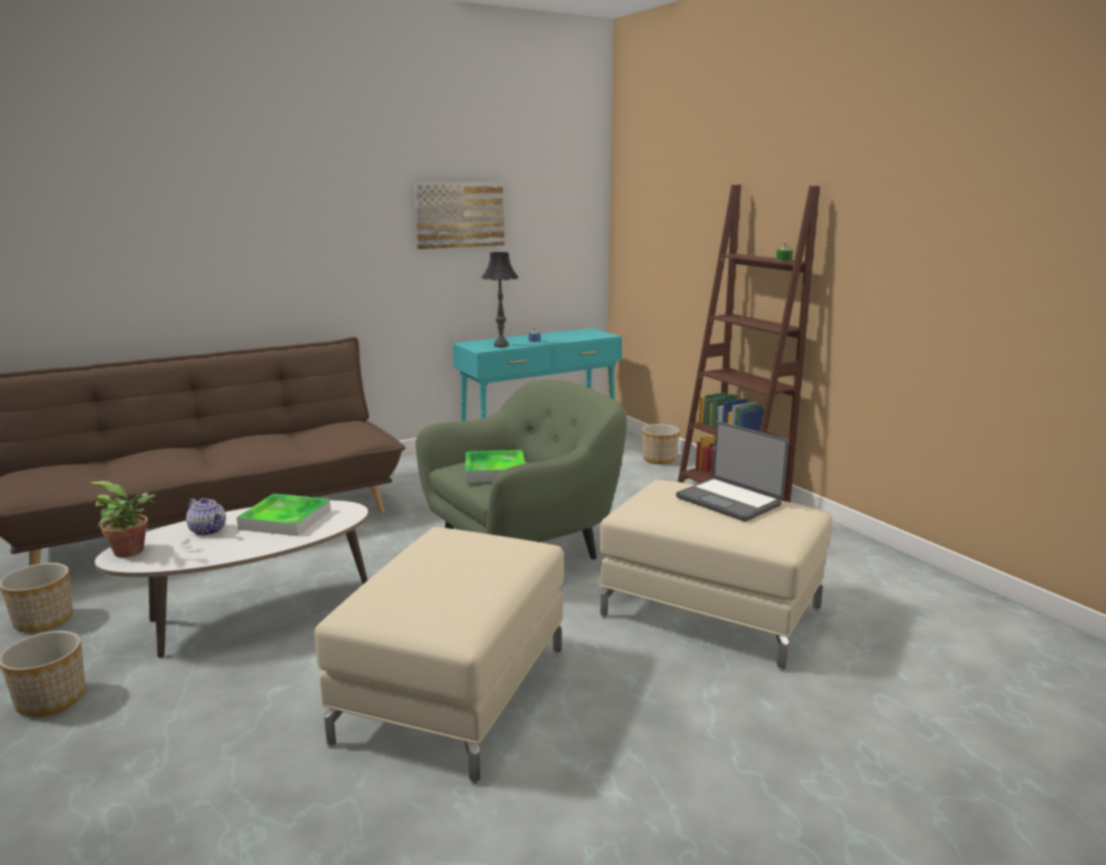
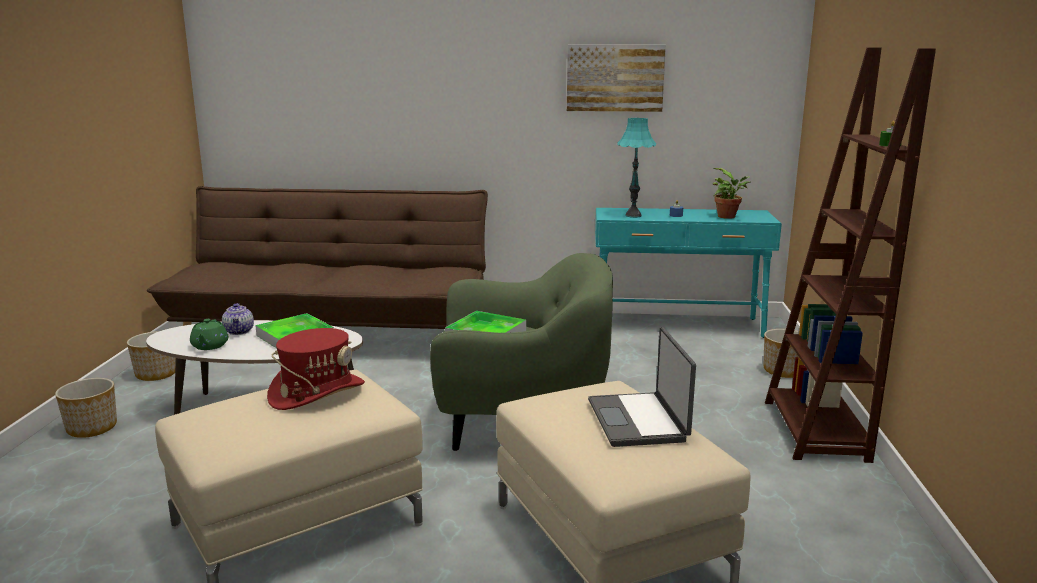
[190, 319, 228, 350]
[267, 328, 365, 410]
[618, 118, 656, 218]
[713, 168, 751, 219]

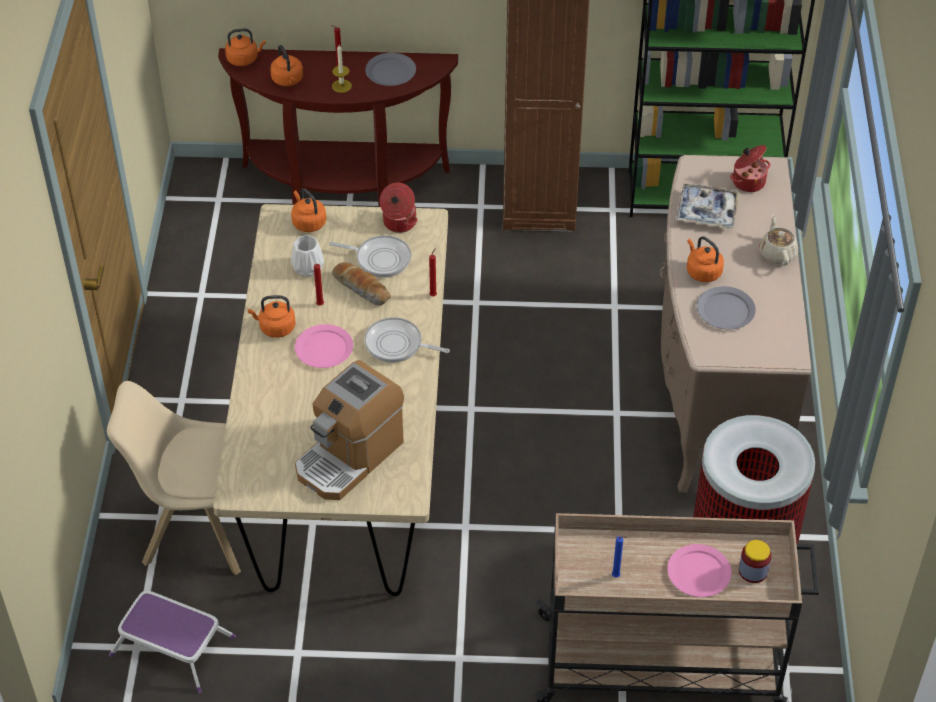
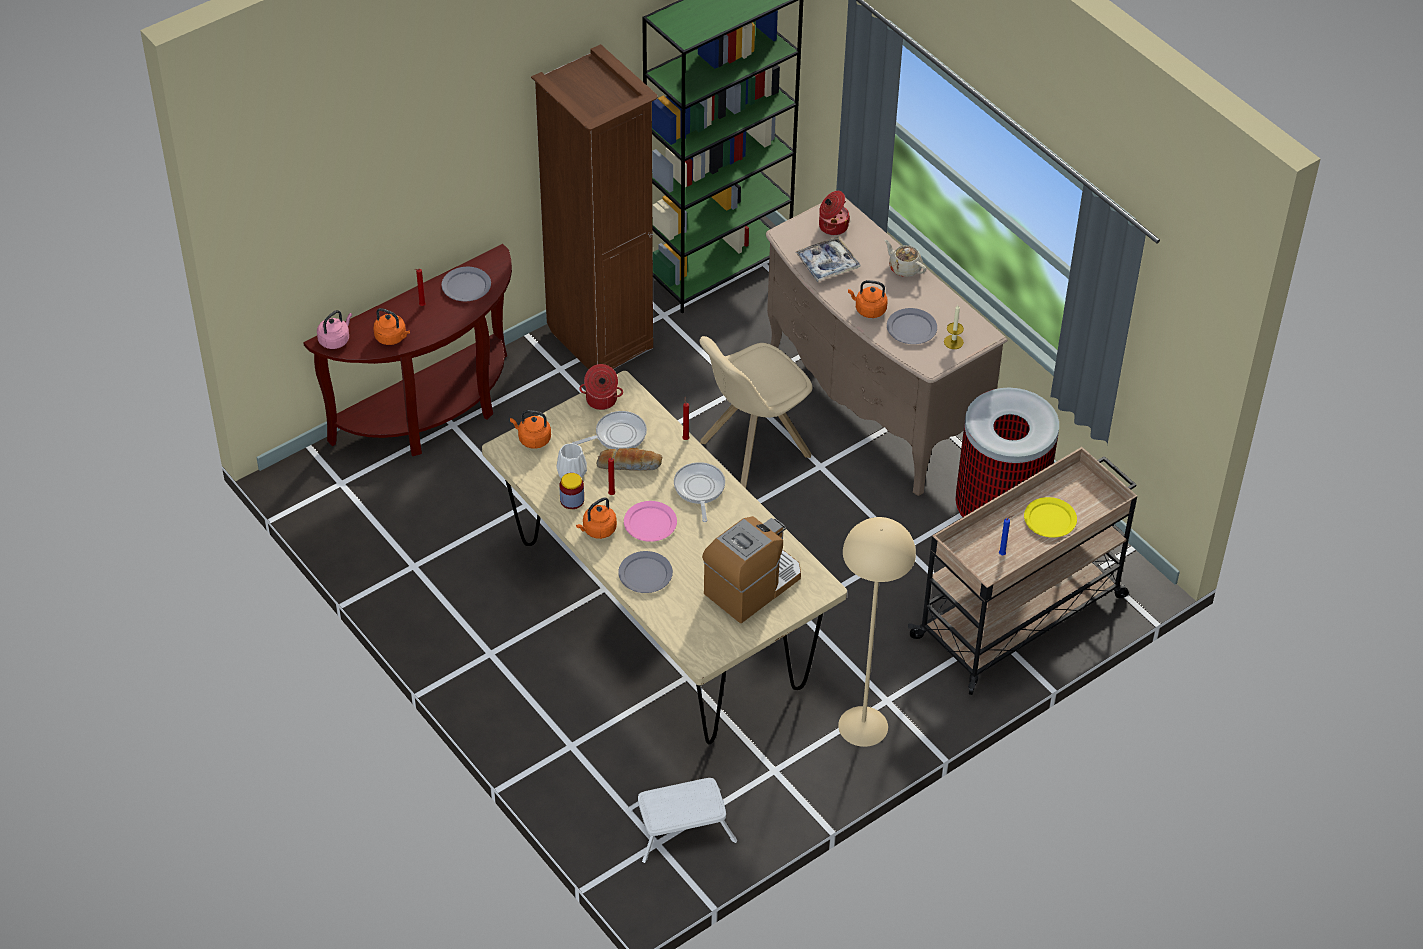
[317, 310, 352, 349]
[559, 473, 584, 509]
[618, 551, 673, 593]
[627, 778, 737, 863]
[674, 462, 725, 522]
[700, 336, 812, 488]
[702, 516, 801, 623]
[838, 517, 916, 747]
[944, 305, 964, 349]
[1024, 497, 1077, 538]

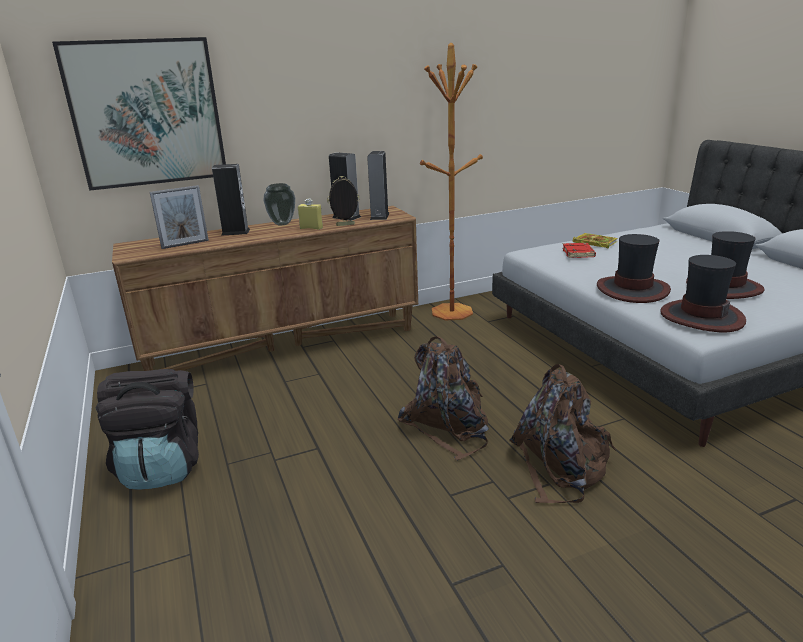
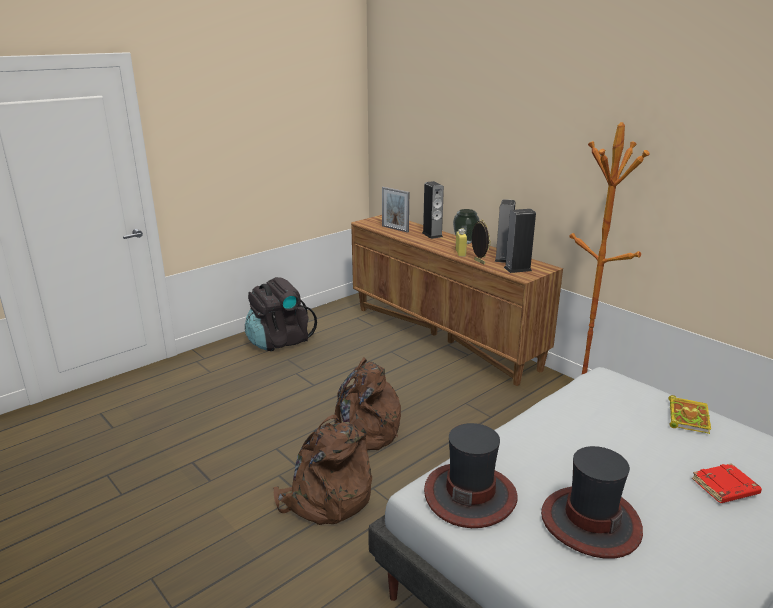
[692, 463, 762, 503]
[52, 37, 226, 191] (first image)
[597, 234, 671, 303] (first image)

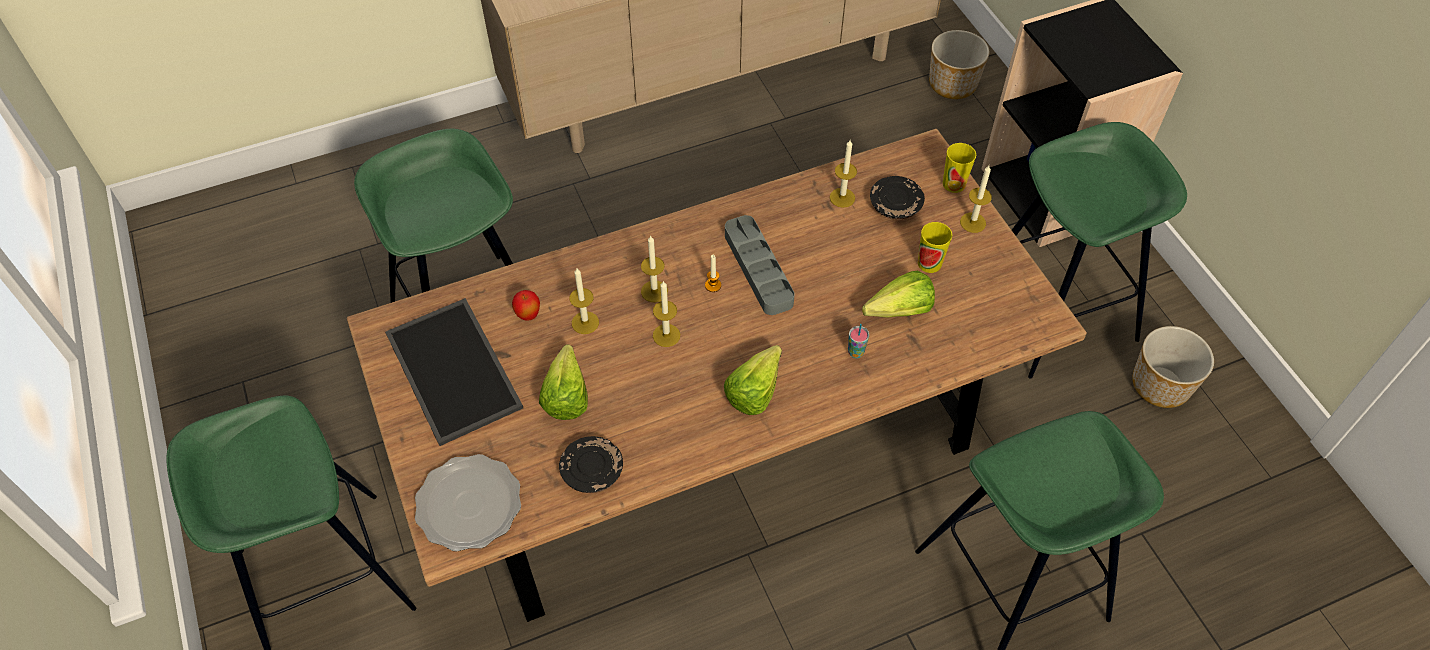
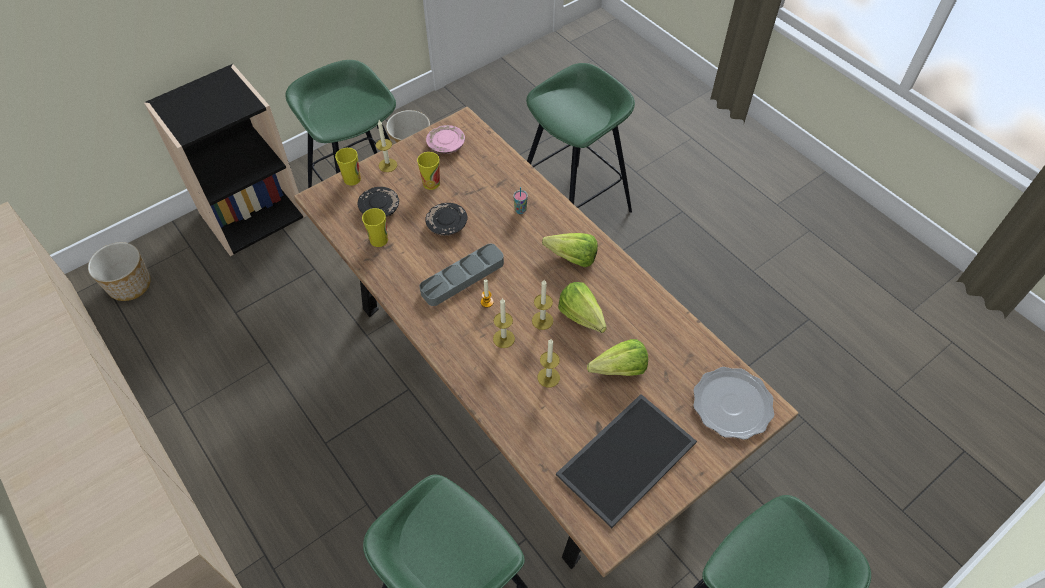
[362, 208, 388, 247]
[425, 203, 467, 236]
[426, 125, 465, 154]
[558, 282, 607, 333]
[512, 290, 540, 321] (first image)

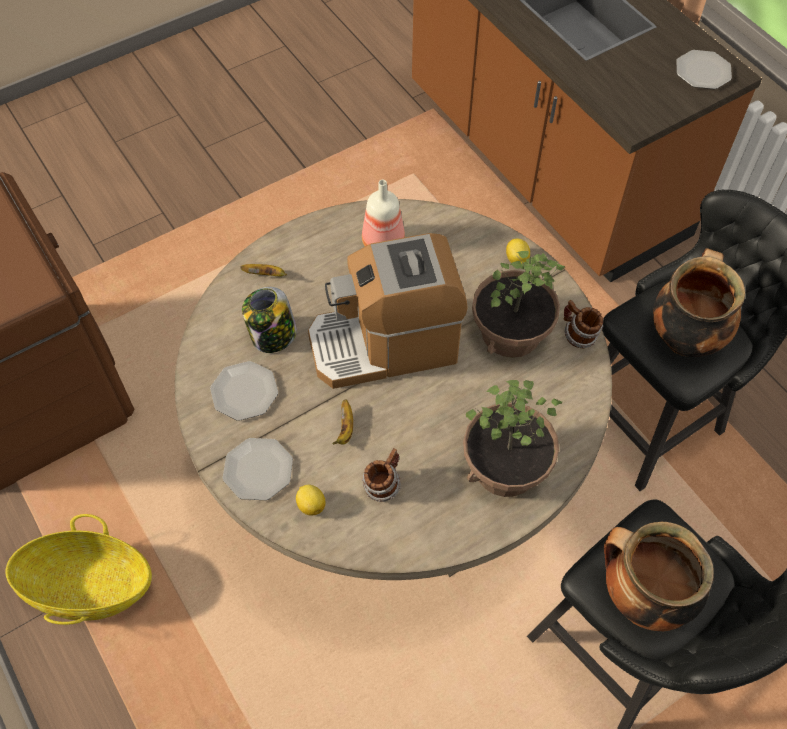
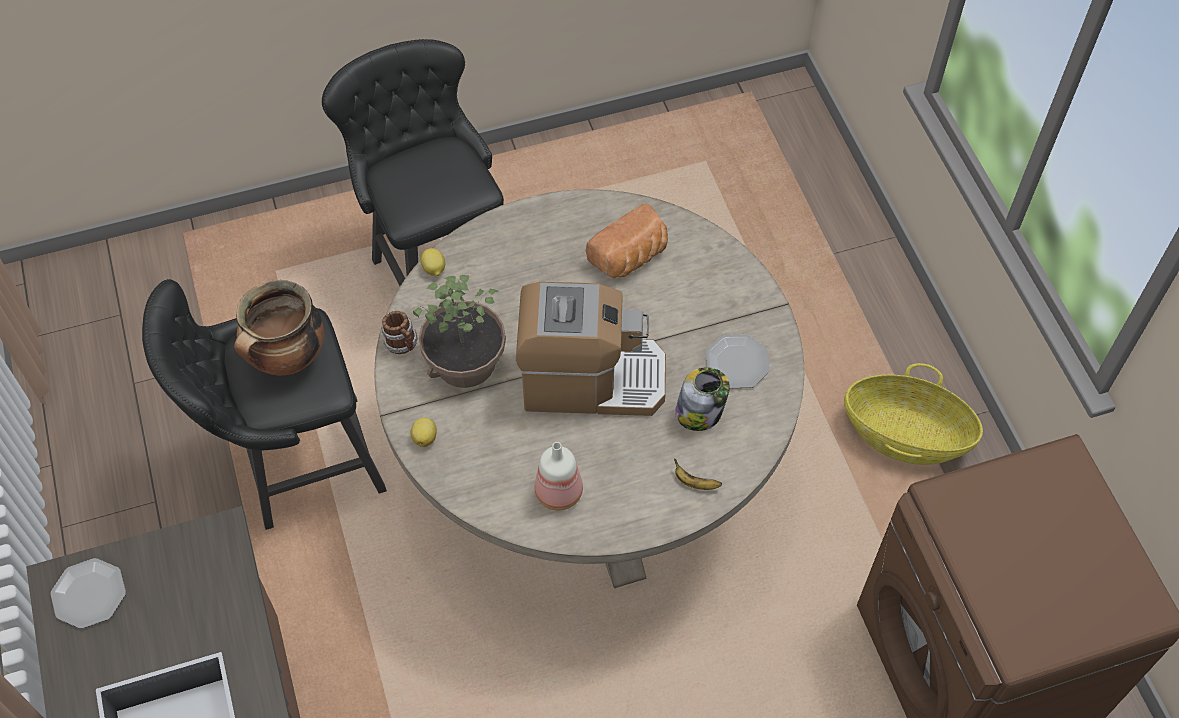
[421, 248, 445, 276]
[586, 204, 668, 278]
[223, 438, 293, 500] (first image)
[333, 399, 353, 444] (first image)
[463, 380, 562, 497] (first image)
[604, 522, 714, 631] (first image)

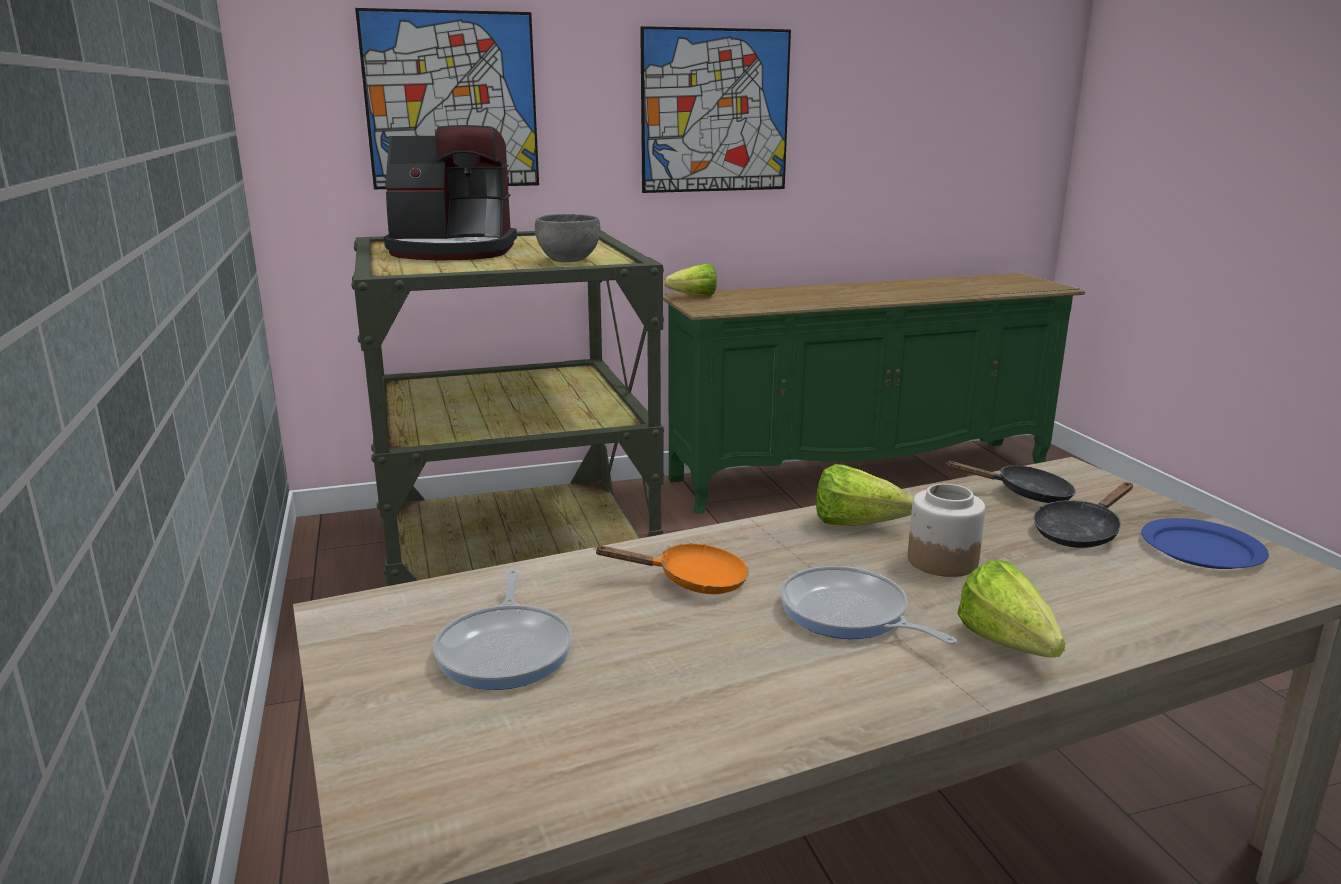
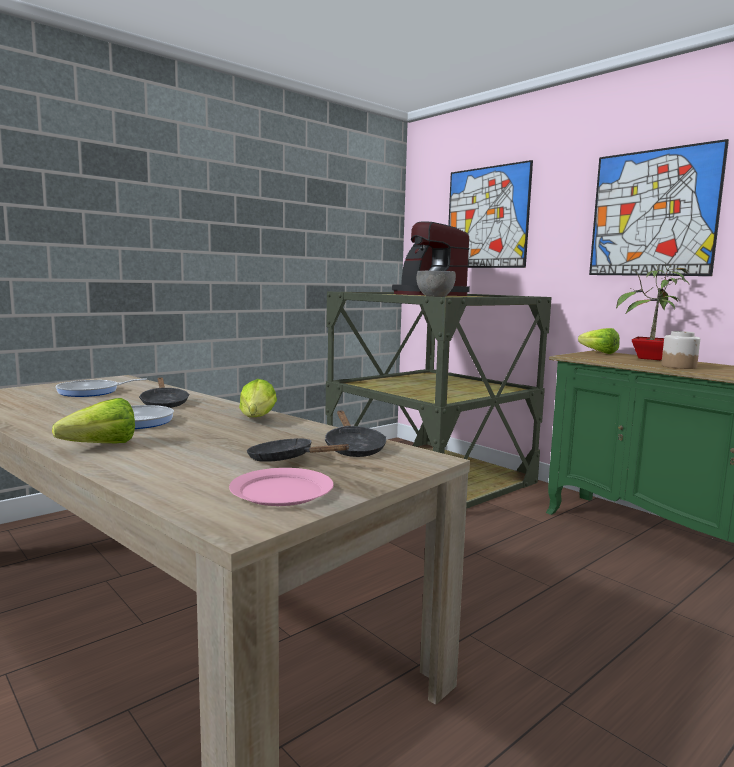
[139, 377, 189, 408]
[229, 468, 334, 506]
[616, 263, 691, 360]
[661, 331, 700, 369]

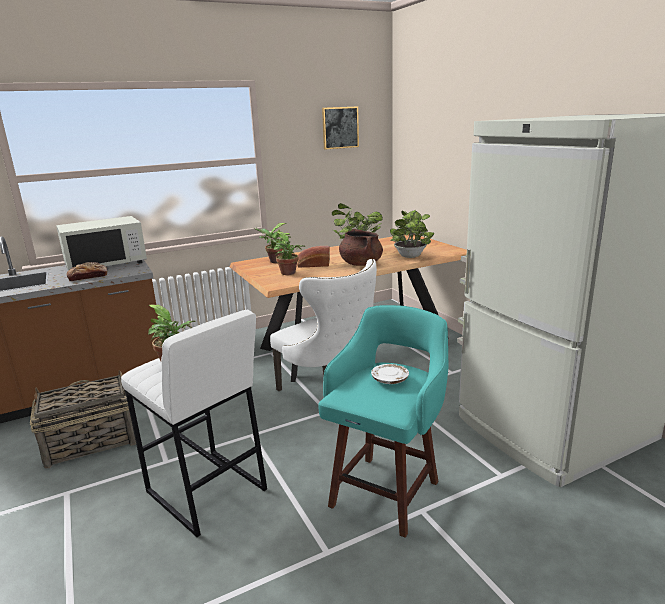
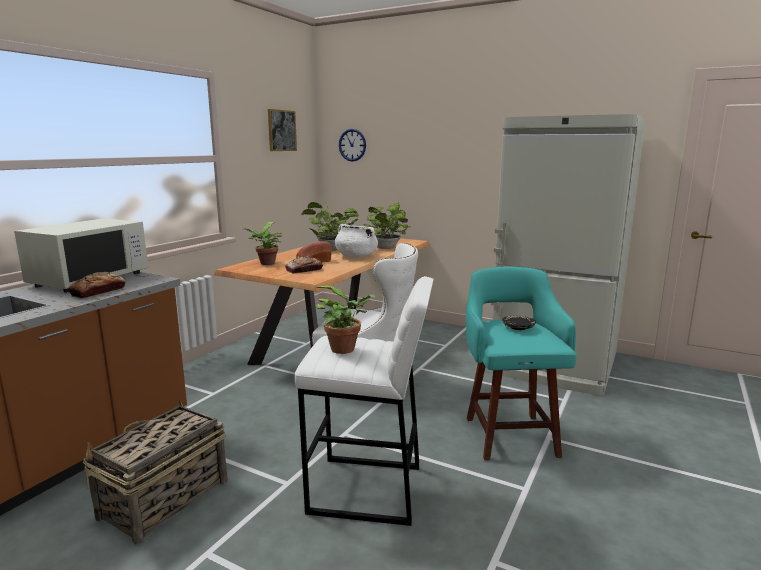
[285, 256, 323, 273]
[335, 224, 378, 258]
[339, 129, 366, 162]
[502, 316, 536, 330]

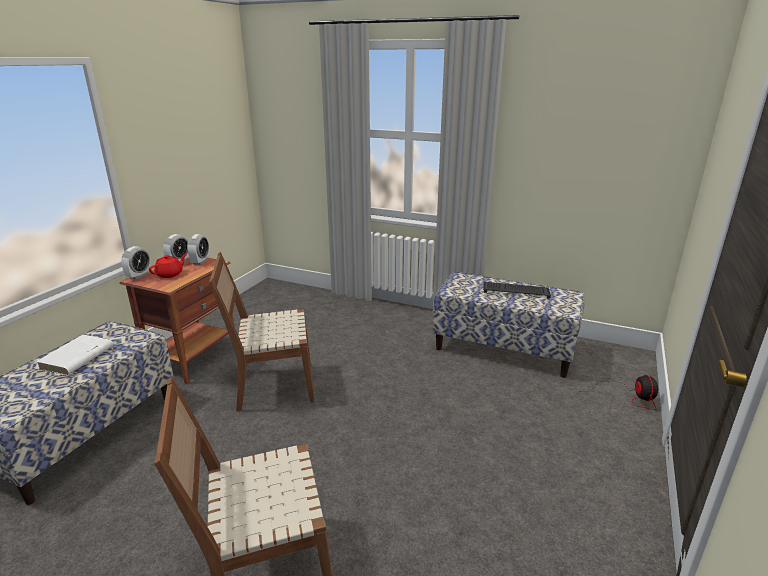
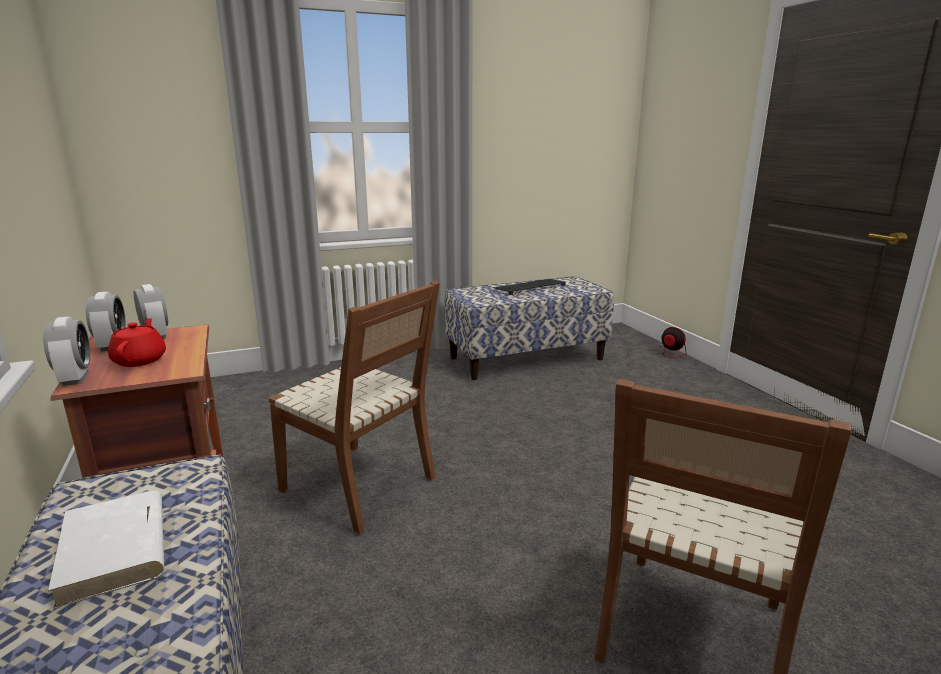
[269, 281, 440, 534]

